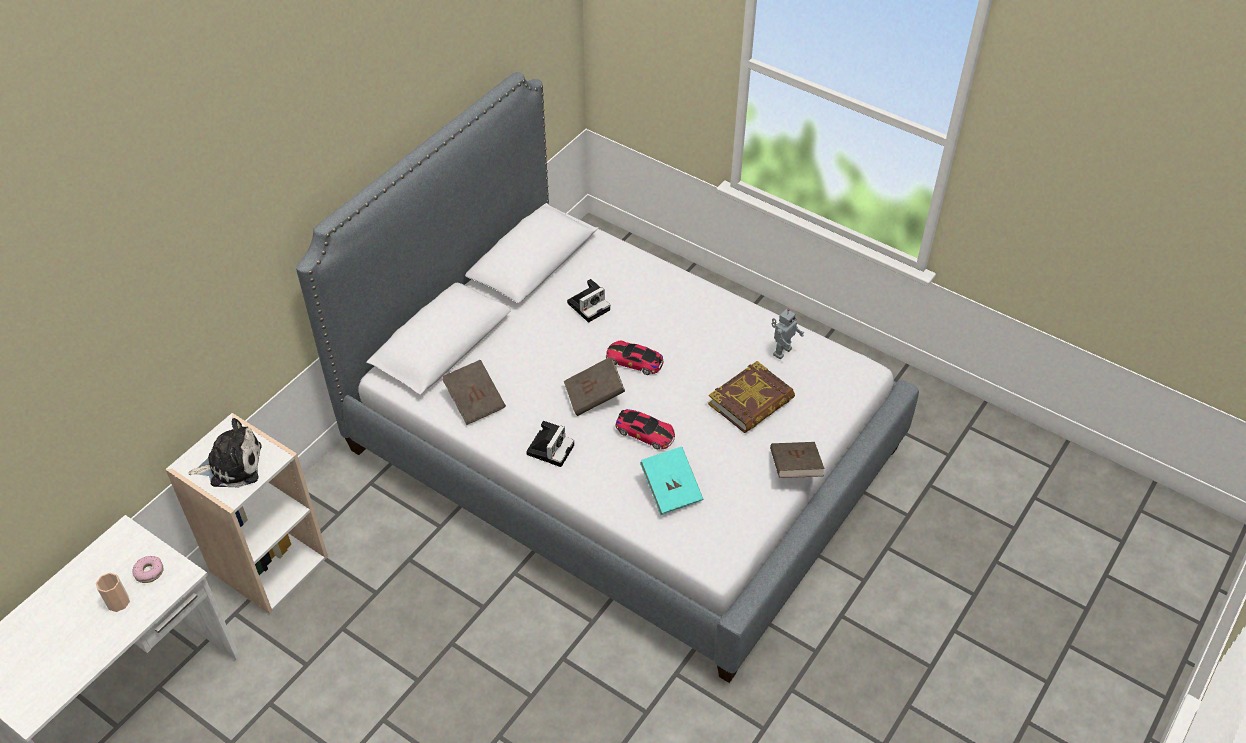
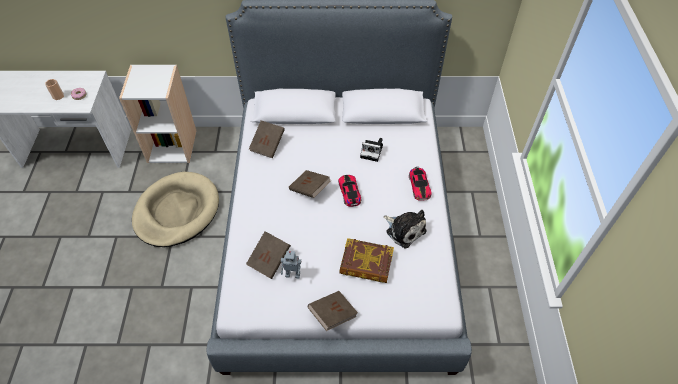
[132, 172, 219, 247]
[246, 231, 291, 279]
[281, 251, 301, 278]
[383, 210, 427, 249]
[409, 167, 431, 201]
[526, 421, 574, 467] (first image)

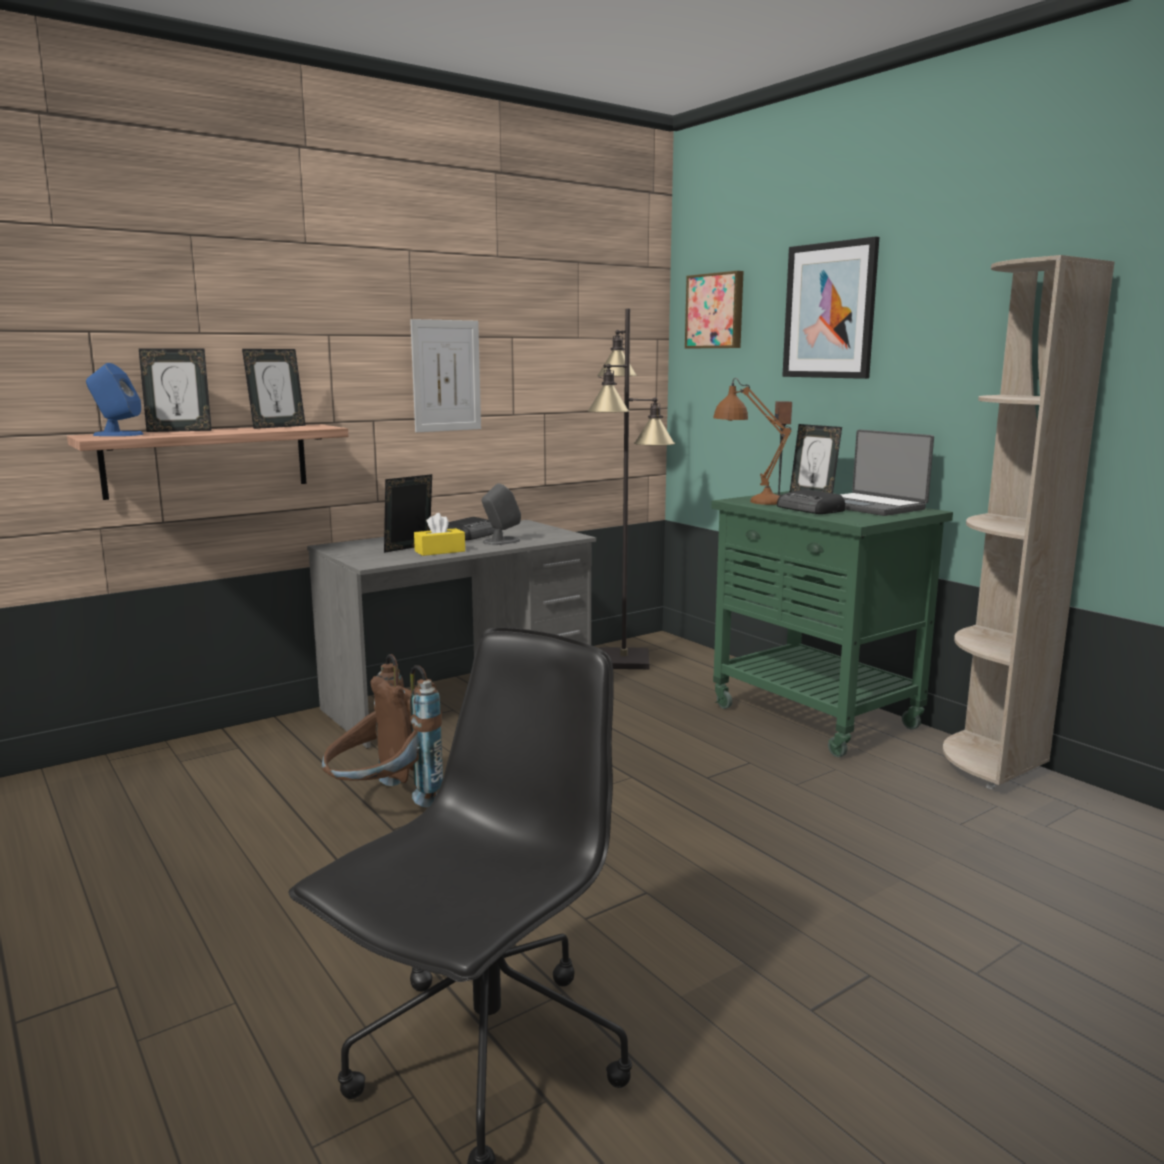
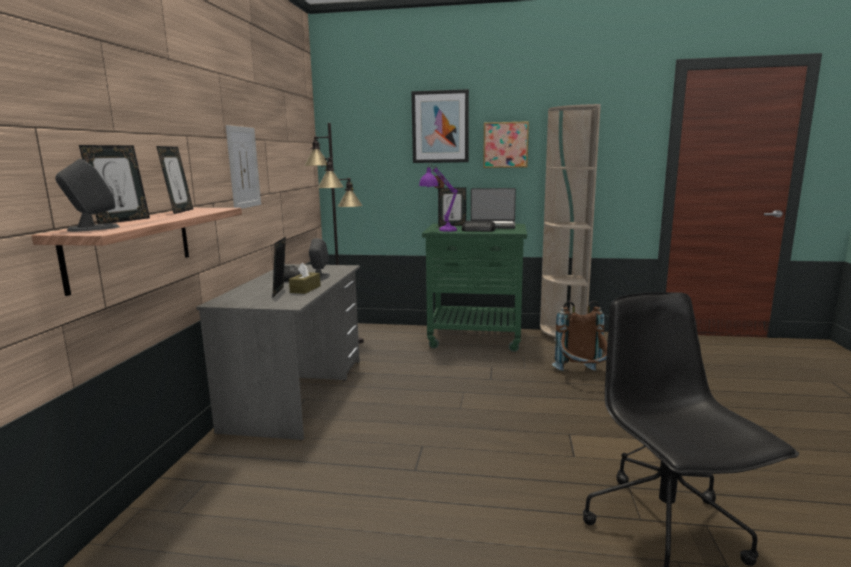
[55, 158, 120, 232]
[289, 263, 321, 294]
[419, 163, 458, 232]
[483, 121, 529, 168]
[552, 301, 607, 371]

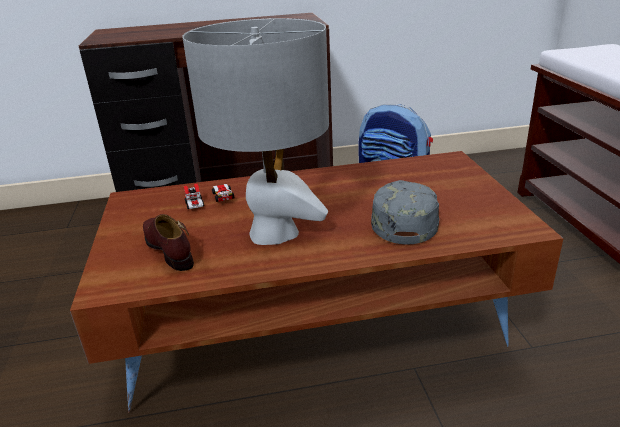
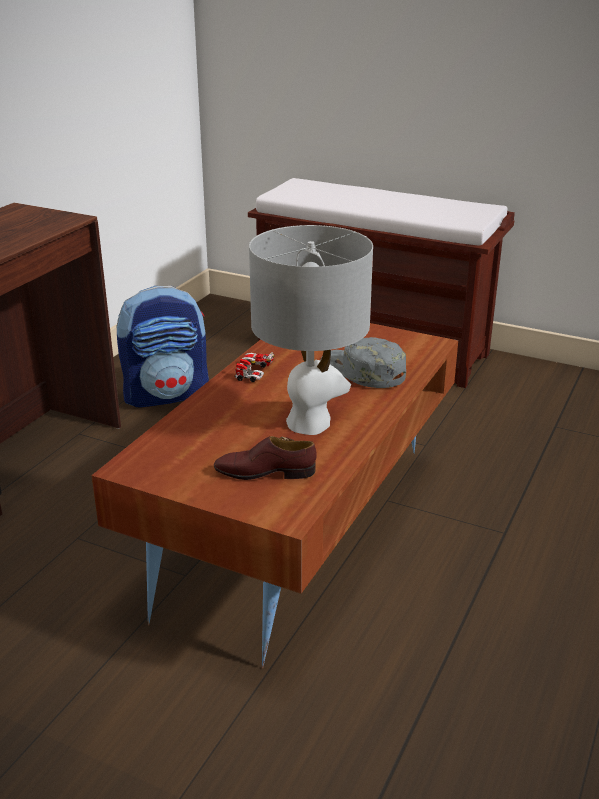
[235, 353, 274, 382]

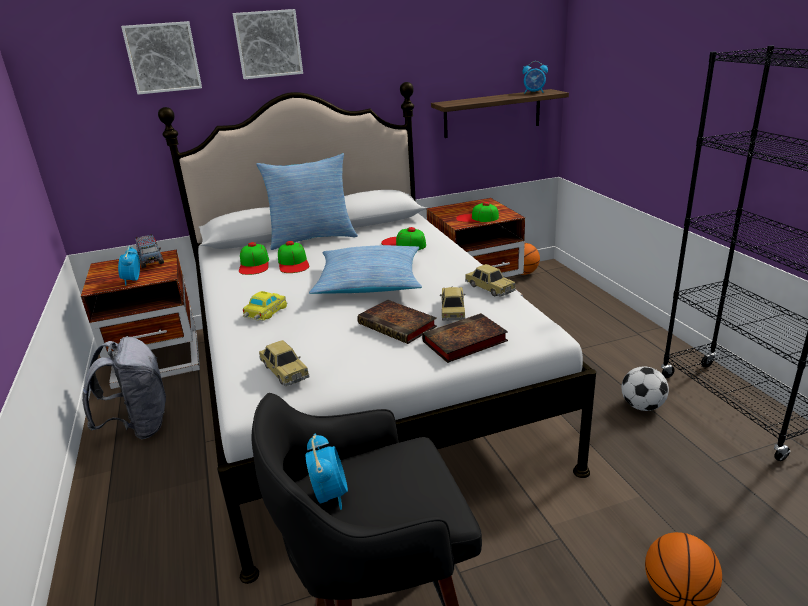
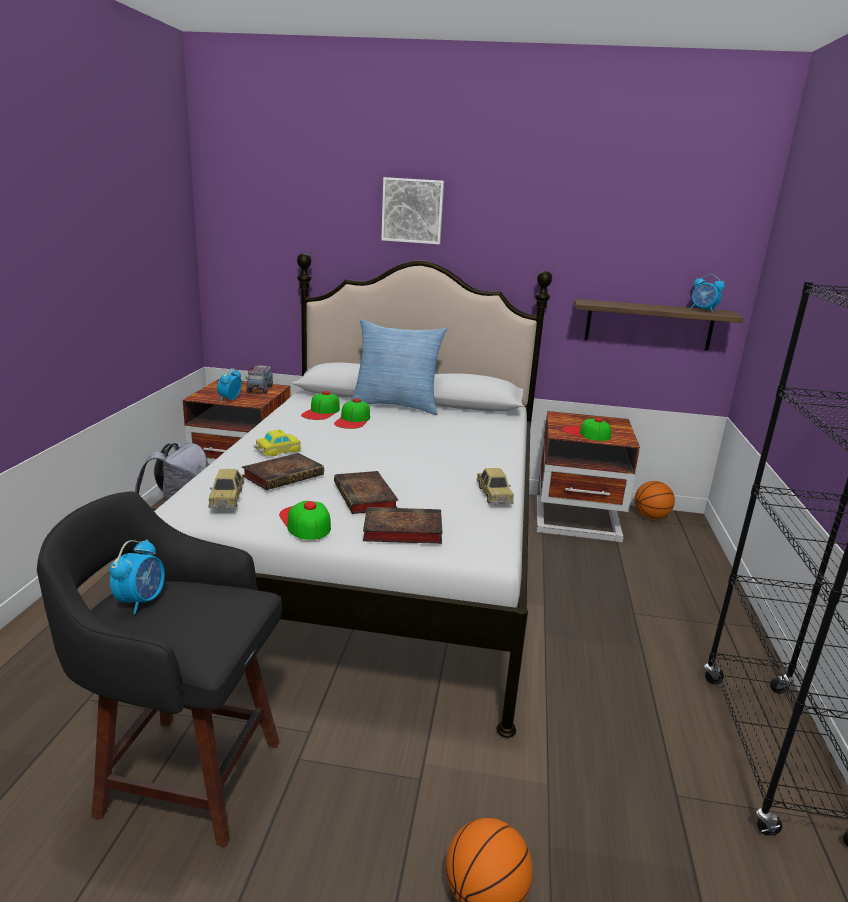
[242, 453, 324, 490]
[279, 501, 331, 540]
[121, 21, 202, 95] (first image)
[309, 245, 422, 294] (first image)
[440, 287, 466, 321] (first image)
[621, 366, 669, 411] (first image)

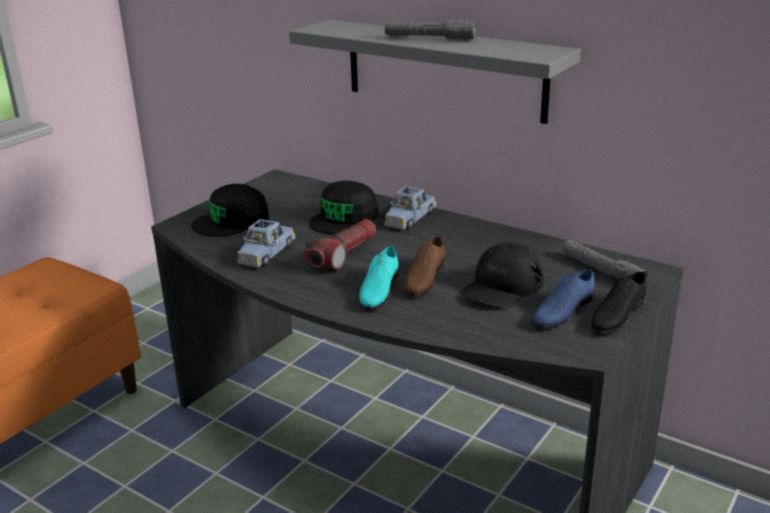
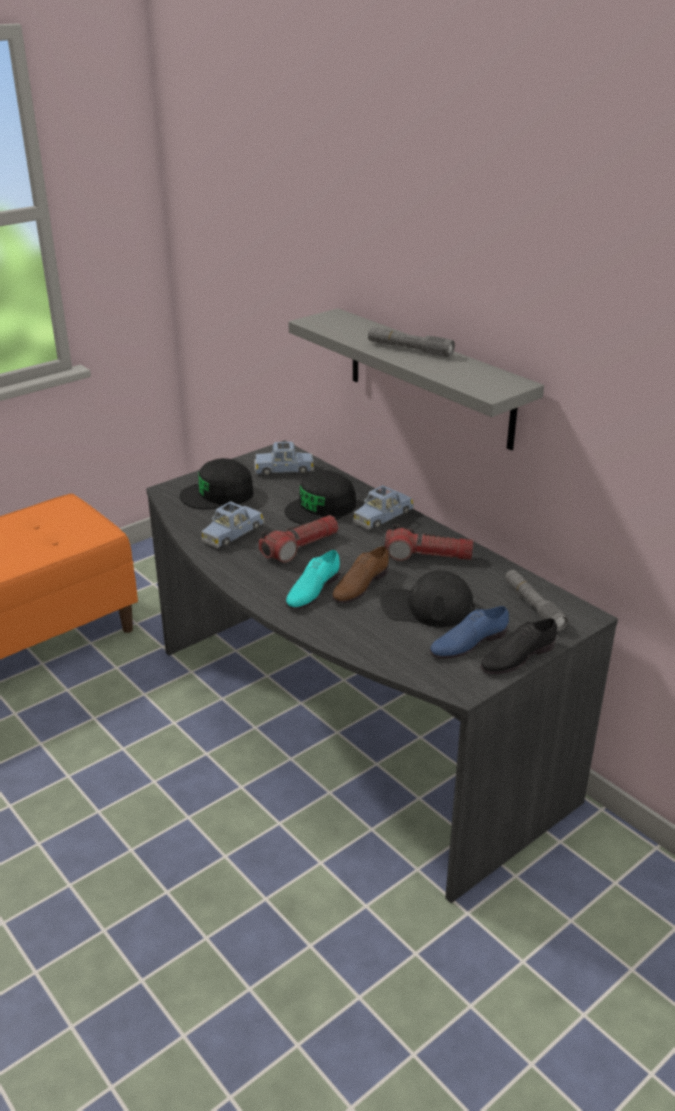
[254, 442, 314, 476]
[380, 570, 475, 627]
[385, 524, 474, 561]

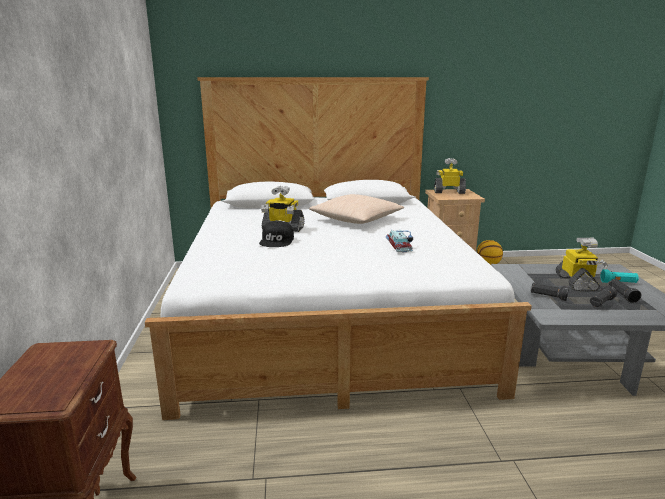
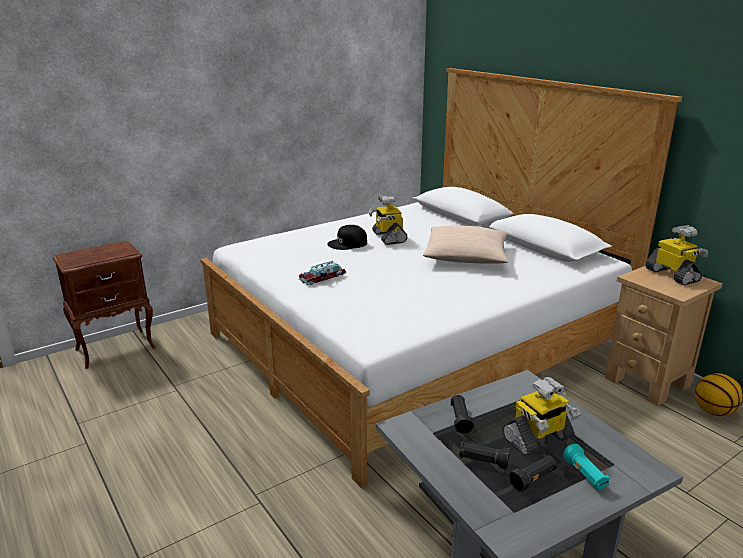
[299, 261, 346, 285]

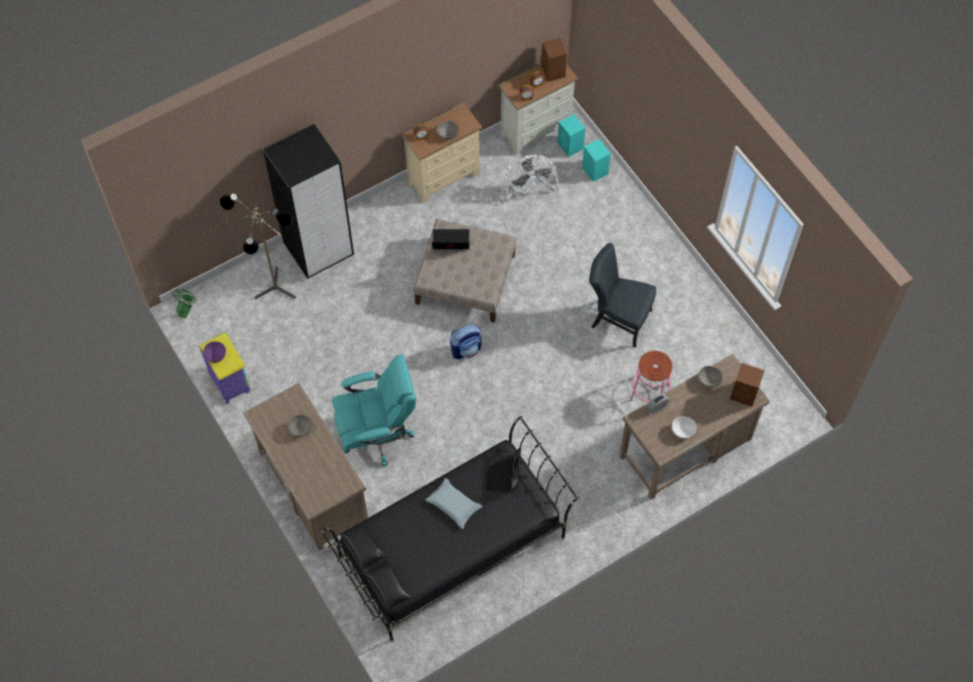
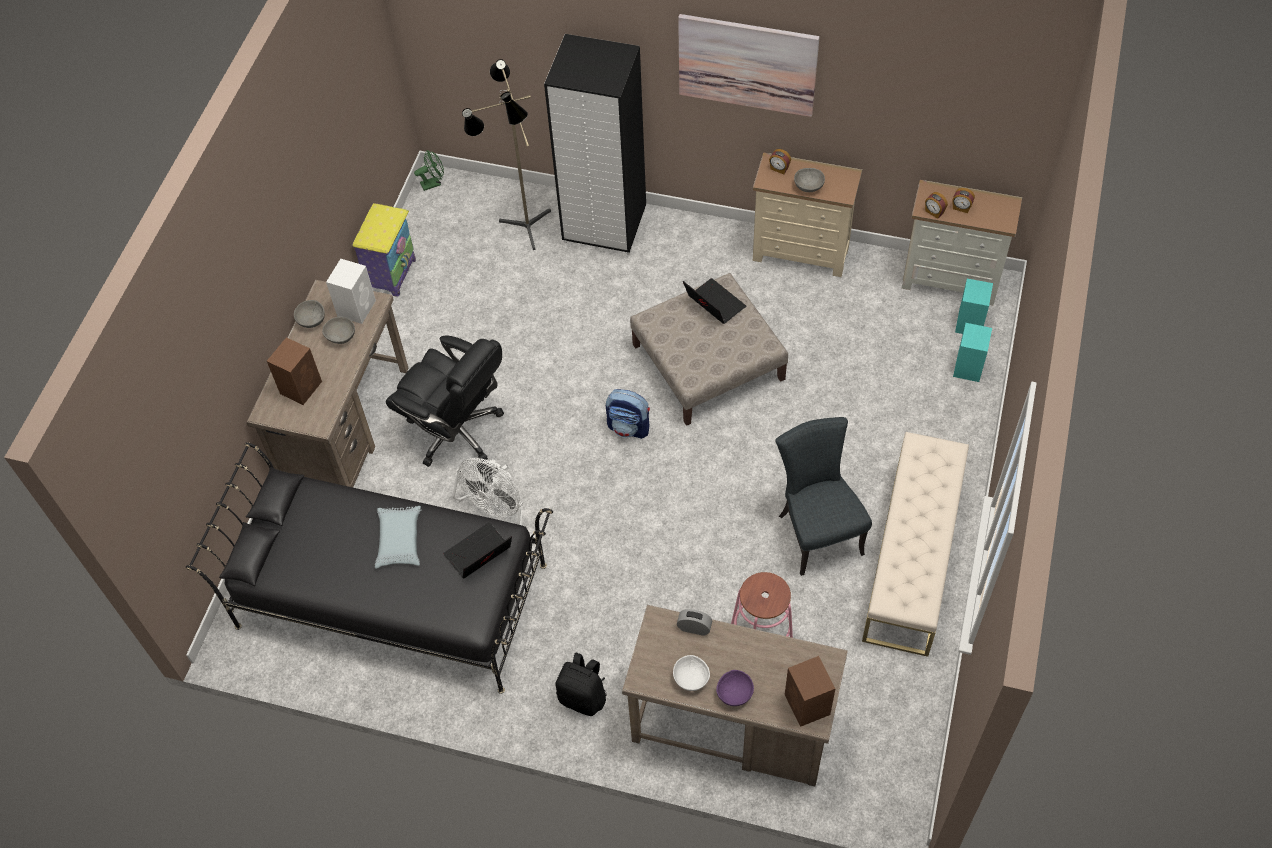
[267, 337, 322, 405]
[294, 300, 325, 328]
[326, 259, 376, 324]
[386, 336, 504, 467]
[452, 458, 523, 525]
[555, 652, 606, 716]
[678, 14, 819, 117]
[716, 670, 754, 706]
[862, 432, 969, 657]

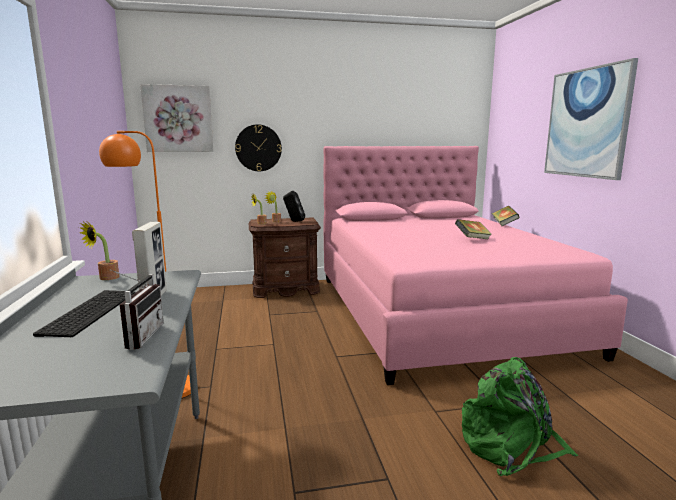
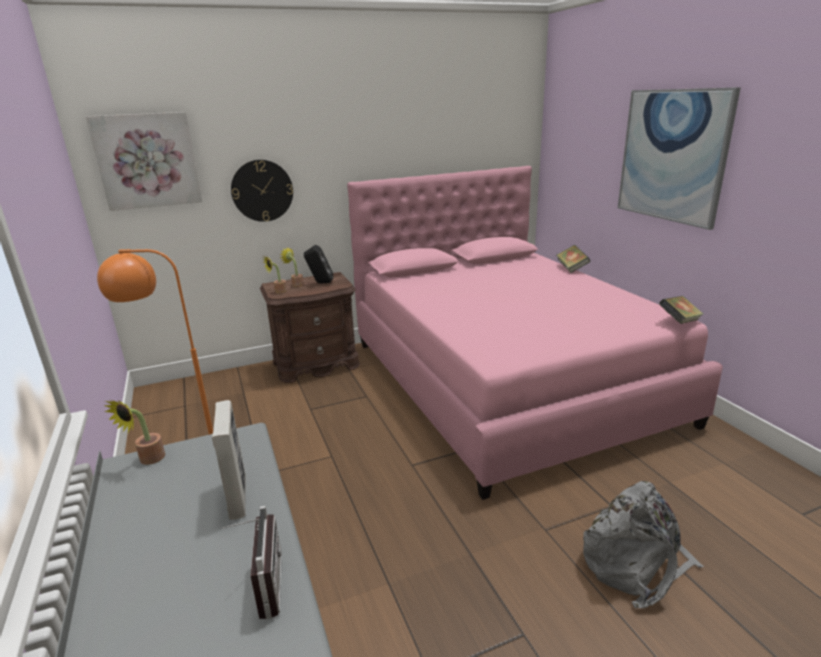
[583, 481, 704, 608]
[659, 296, 704, 324]
[33, 290, 136, 337] (first image)

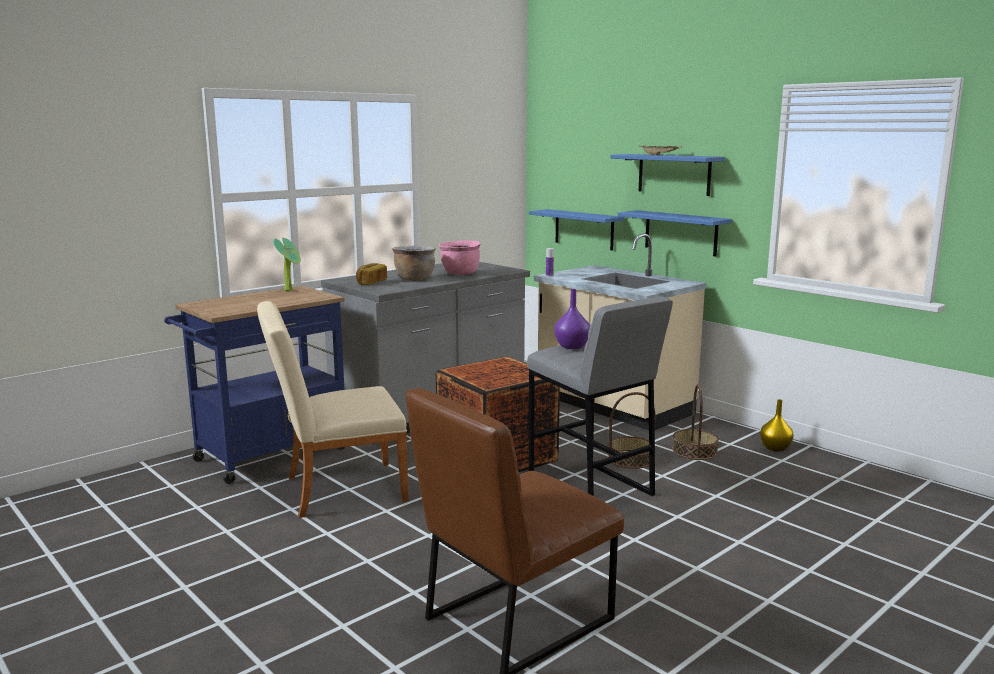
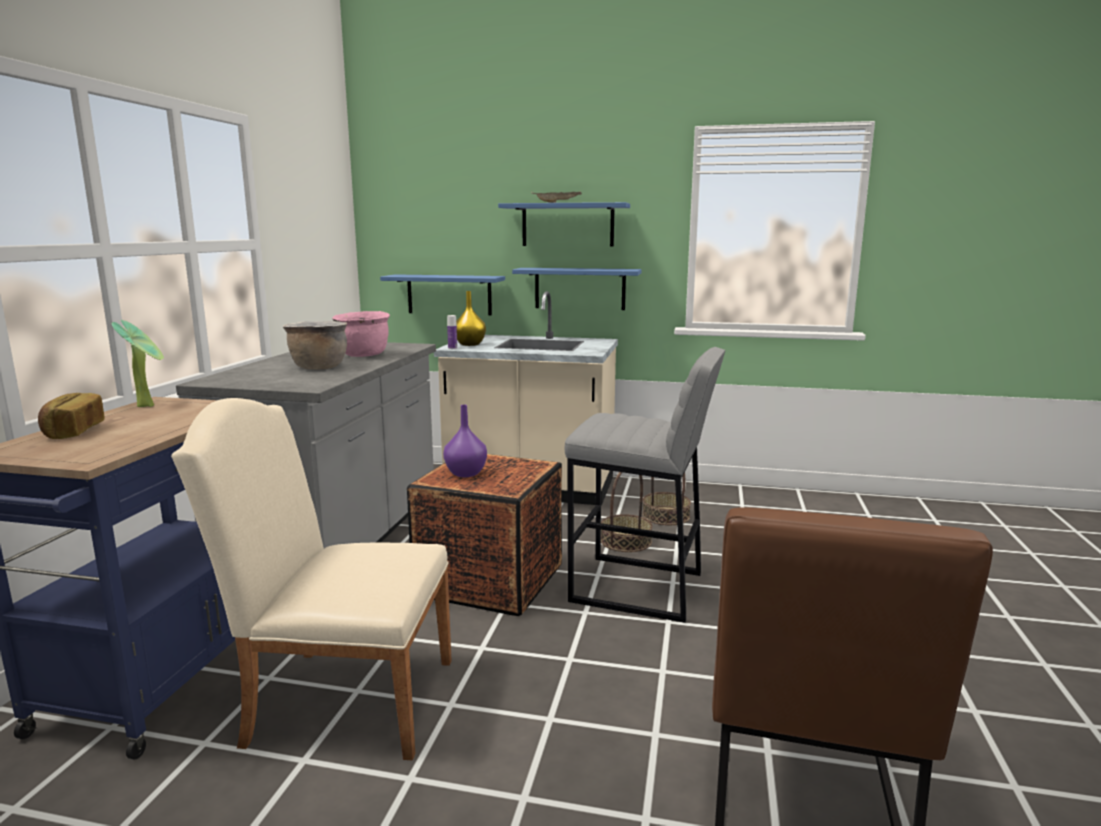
[38, 393, 105, 439]
[171, 398, 452, 761]
[443, 405, 487, 477]
[456, 291, 486, 346]

